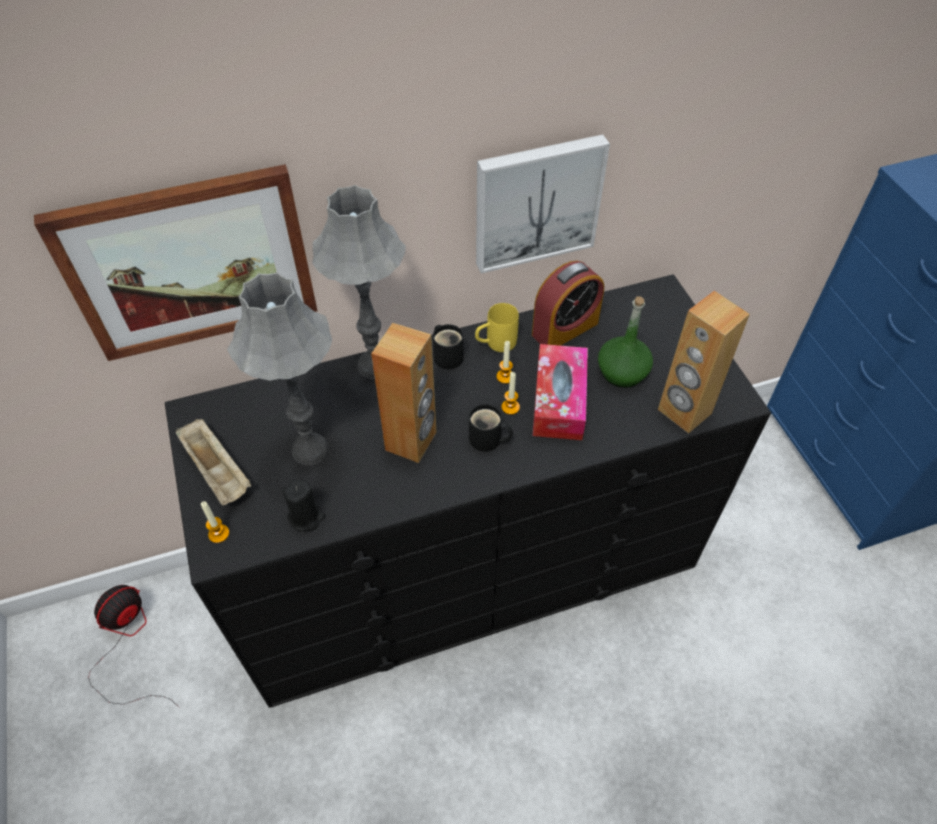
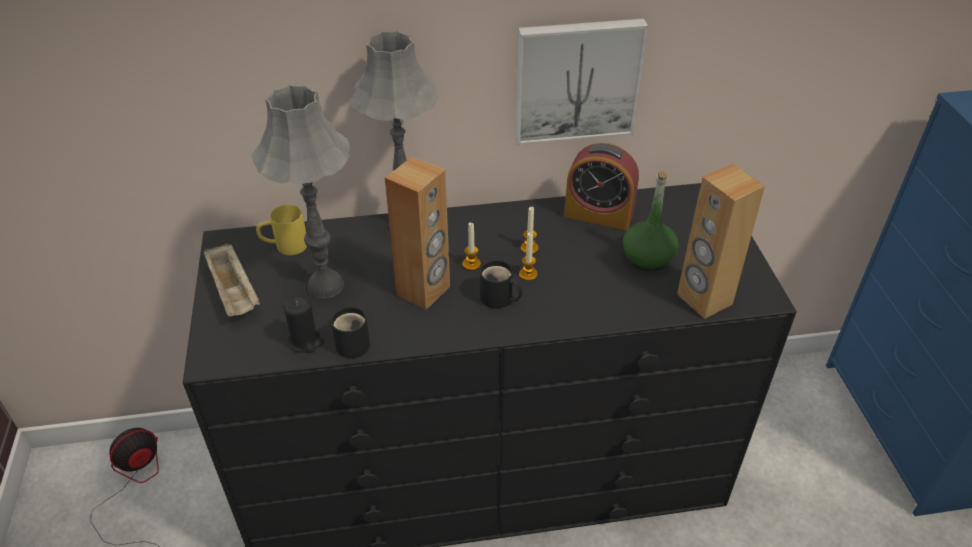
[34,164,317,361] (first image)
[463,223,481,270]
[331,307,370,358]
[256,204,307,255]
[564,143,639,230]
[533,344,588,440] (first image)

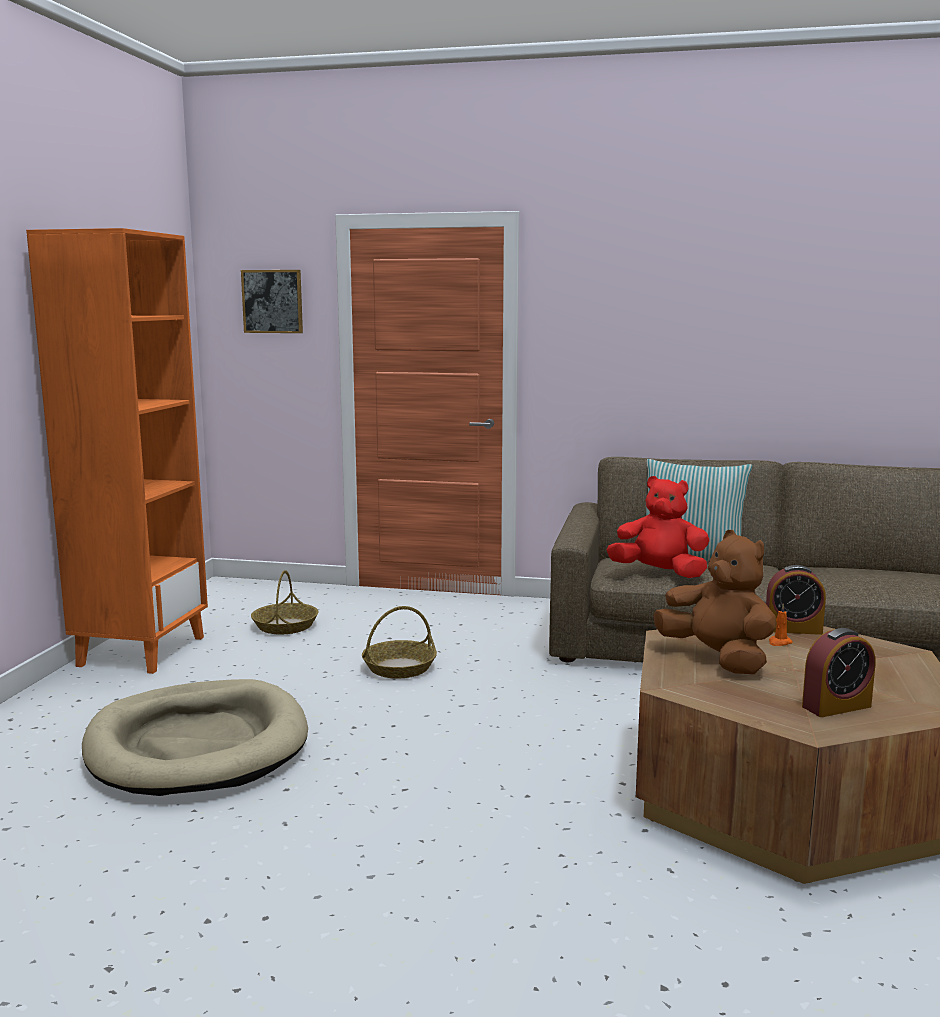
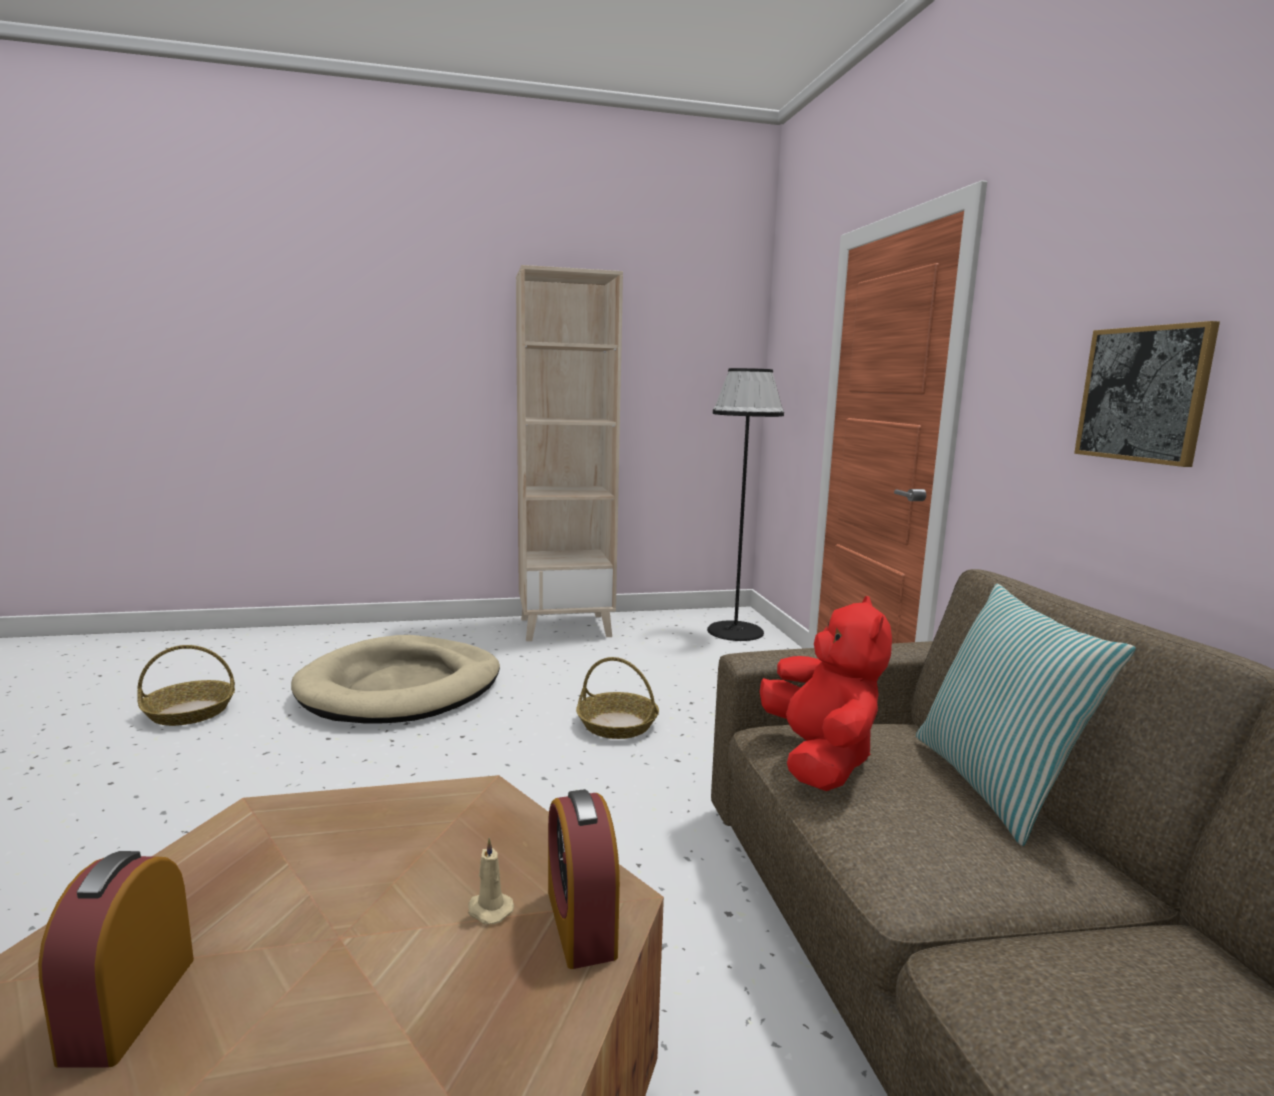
[516,265,623,641]
[1074,321,1220,467]
[137,645,235,726]
[653,530,776,674] (first image)
[468,838,514,924]
[38,851,194,1068]
[707,368,784,641]

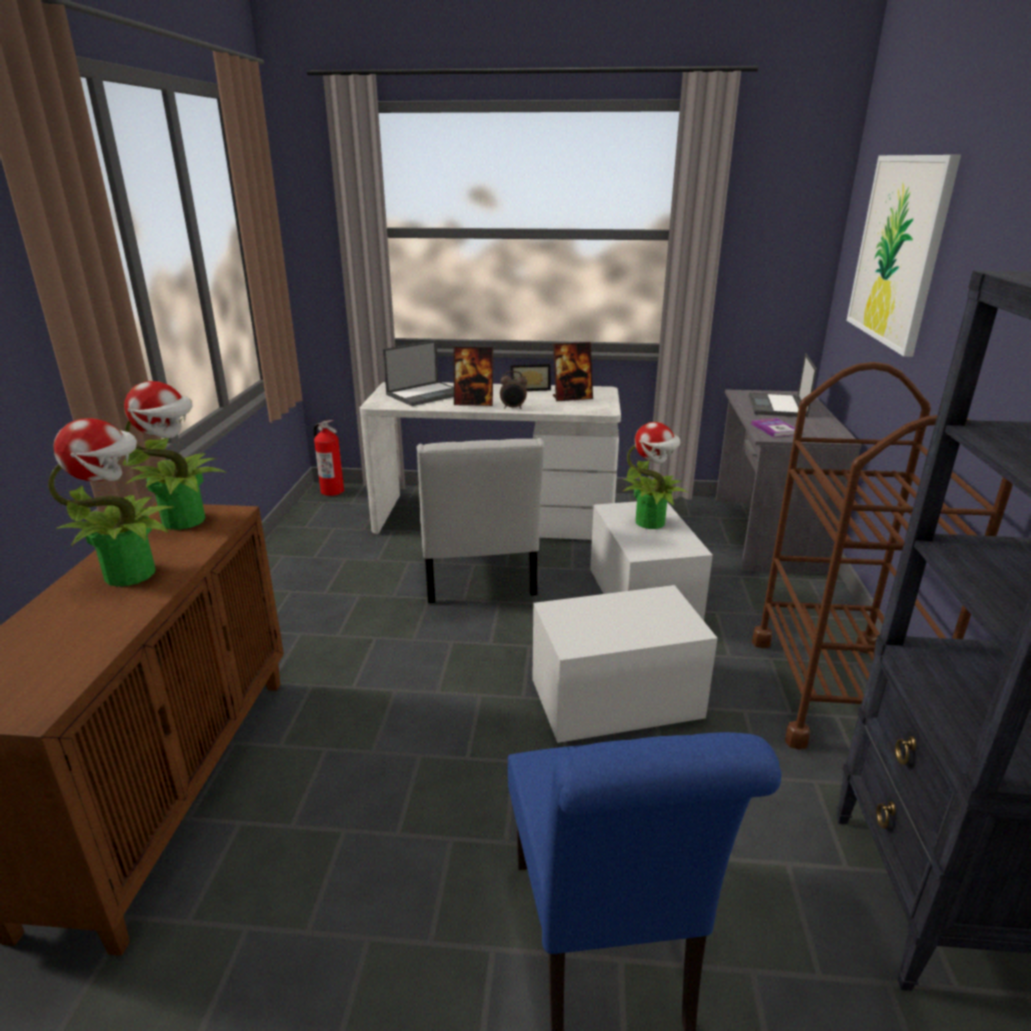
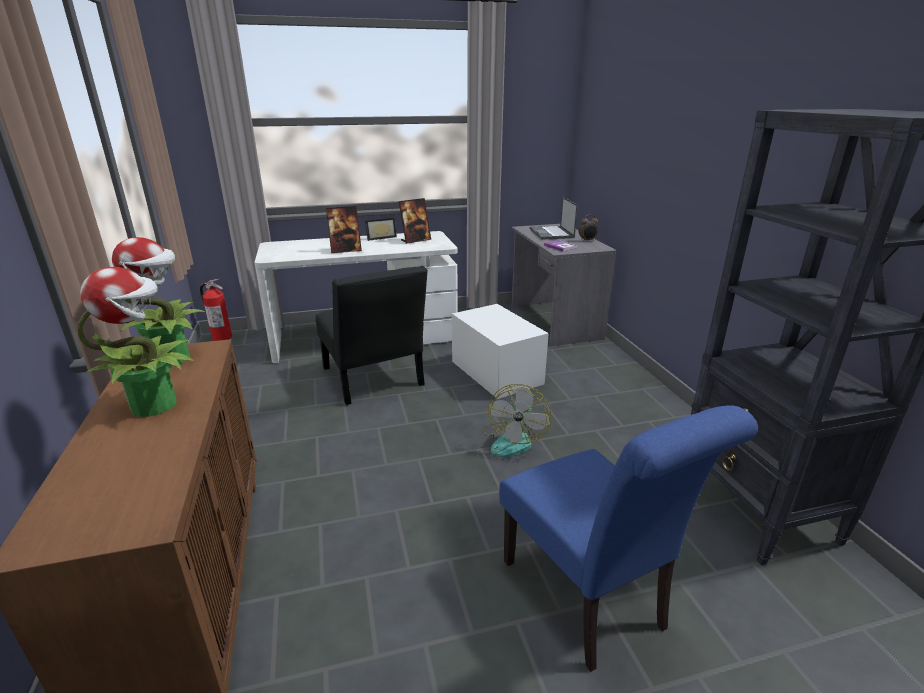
[383,340,454,406] (first image)
[315,266,428,405]
[578,215,598,242]
[482,384,552,457]
[622,422,689,529] (first image)
[752,362,1013,750] (first image)
[847,155,961,357] (first image)

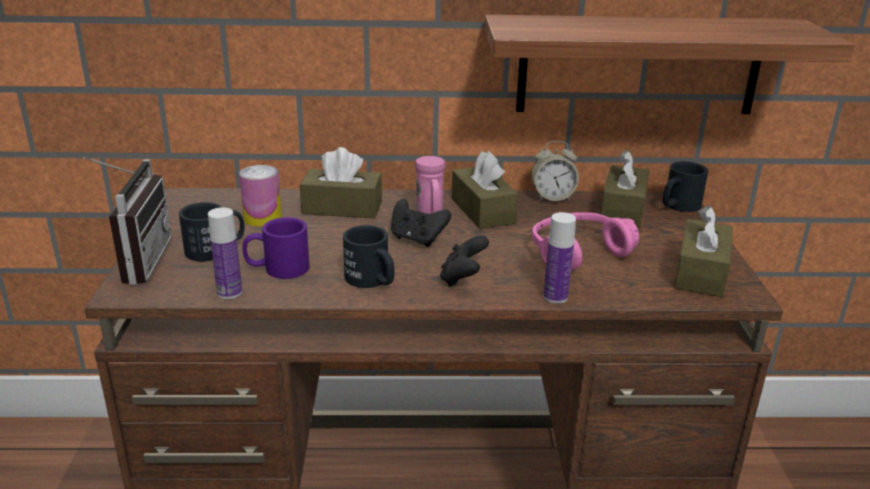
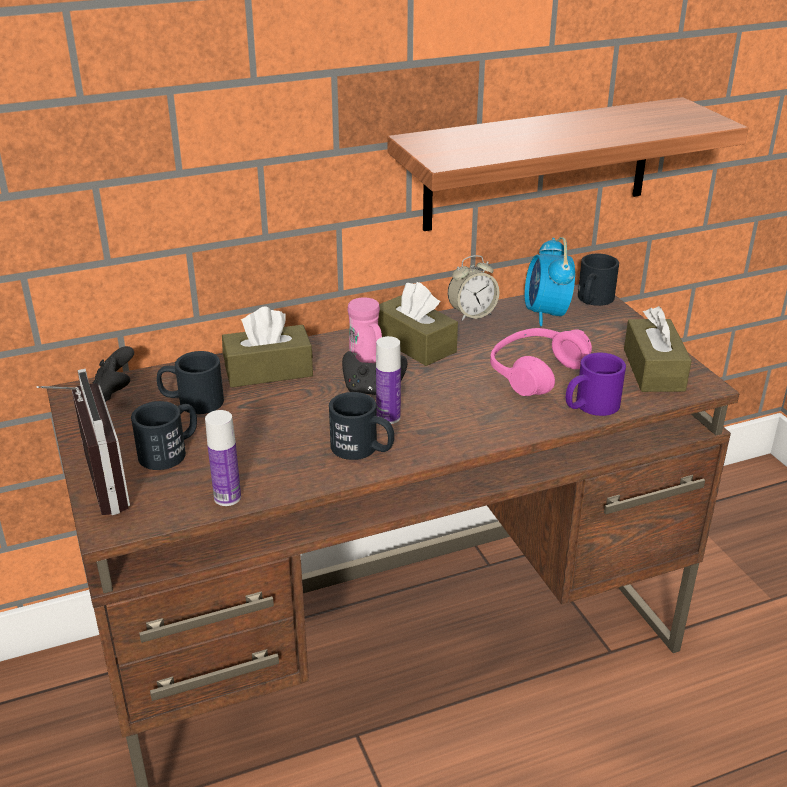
[157,351,224,414]
[566,352,626,416]
[92,346,134,402]
[376,336,401,424]
[524,237,575,326]

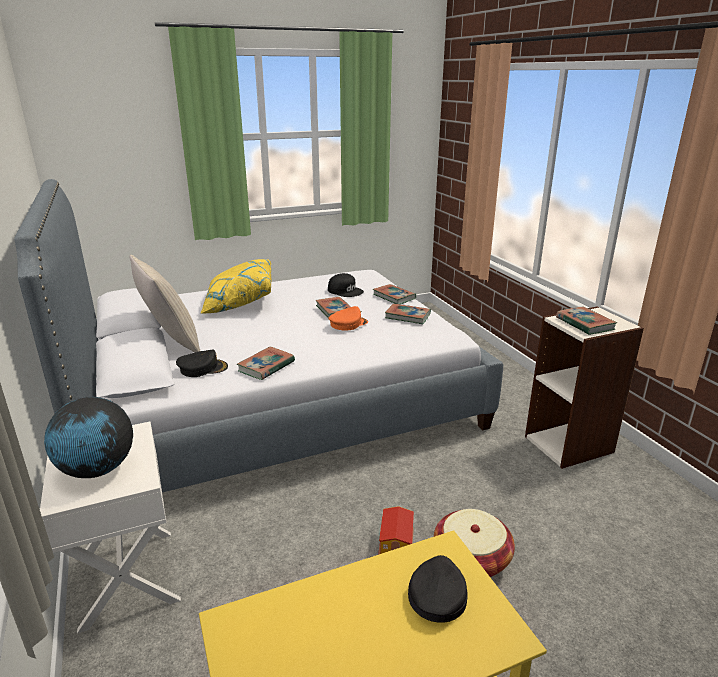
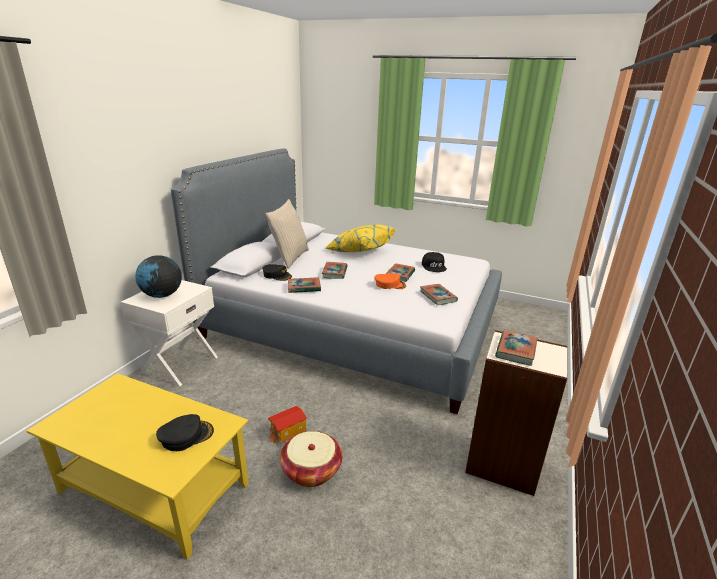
[322,262,348,279]

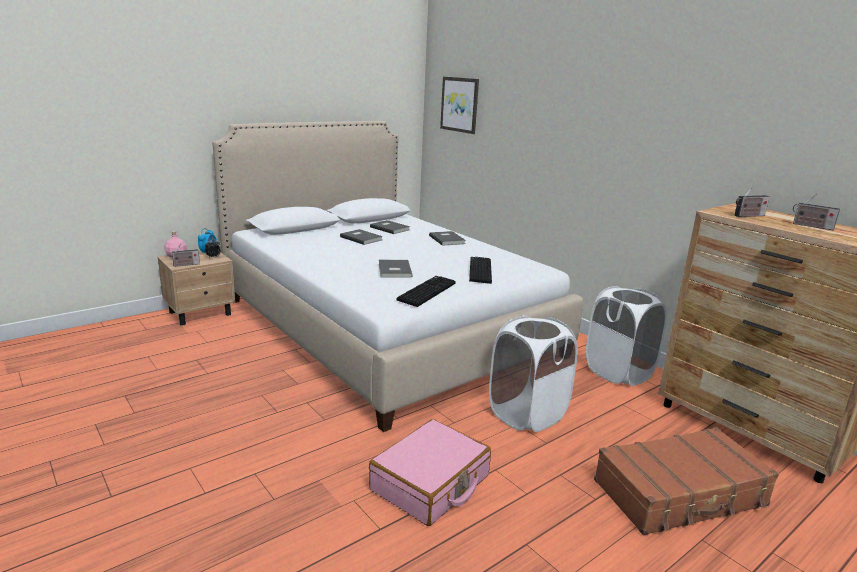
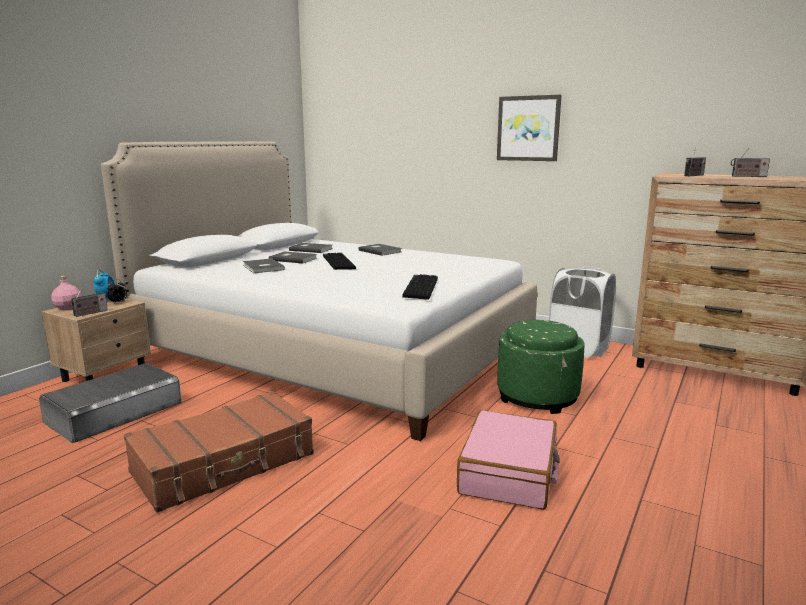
[243,258,285,273]
[497,95,562,161]
[323,253,356,270]
[498,320,585,414]
[124,391,314,513]
[39,363,182,443]

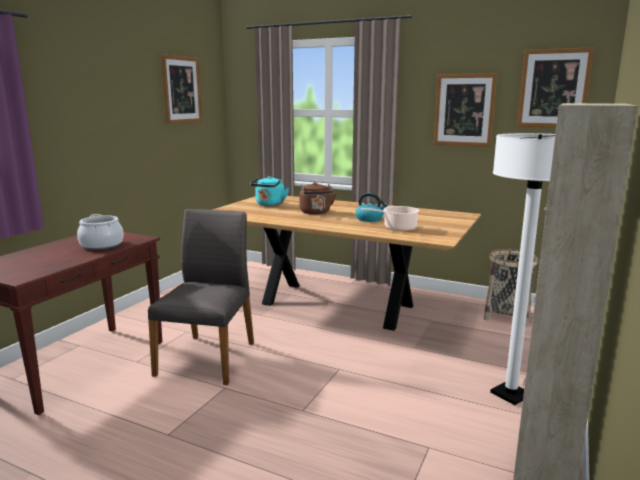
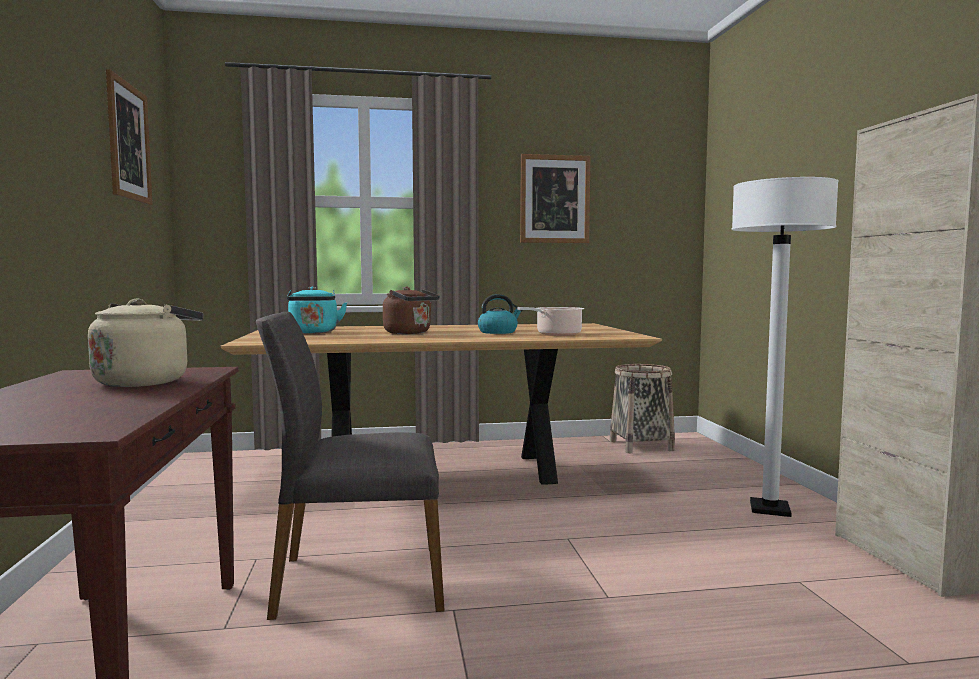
[88,298,203,387]
[256,312,445,620]
[517,47,594,128] (first image)

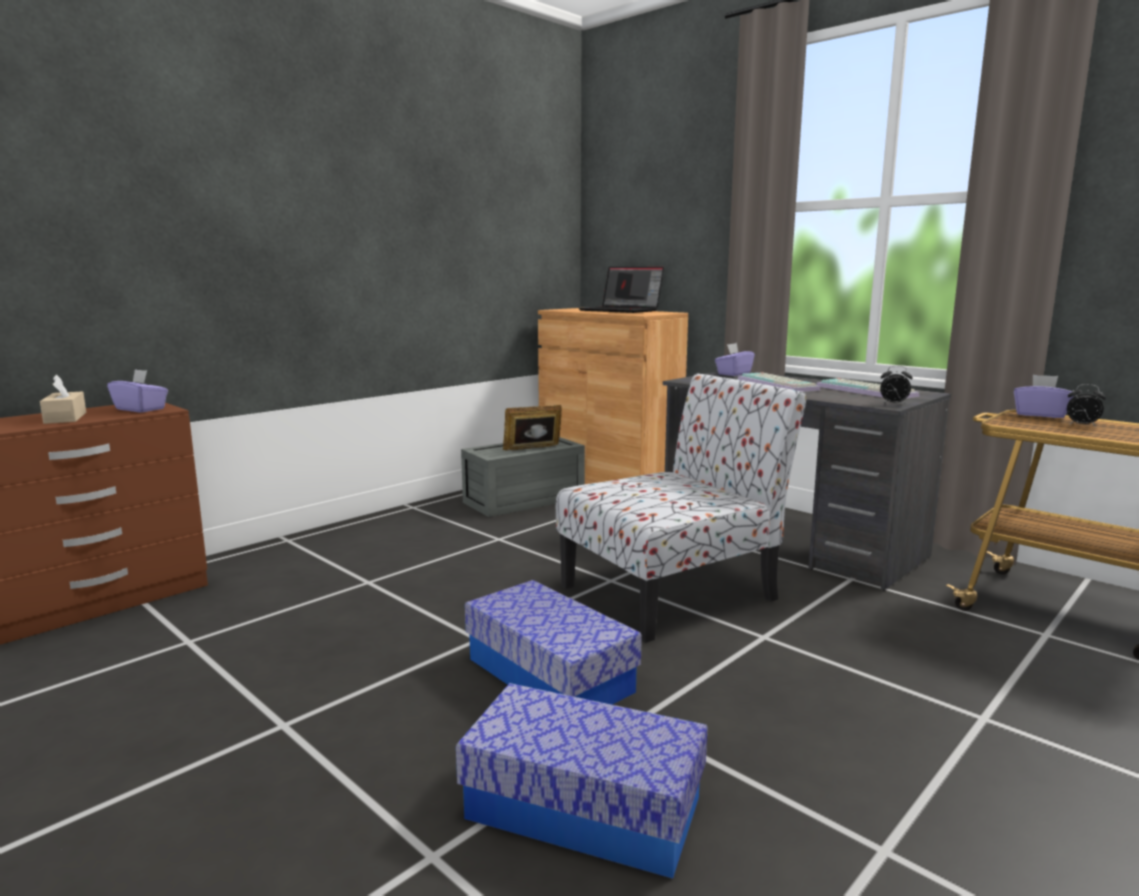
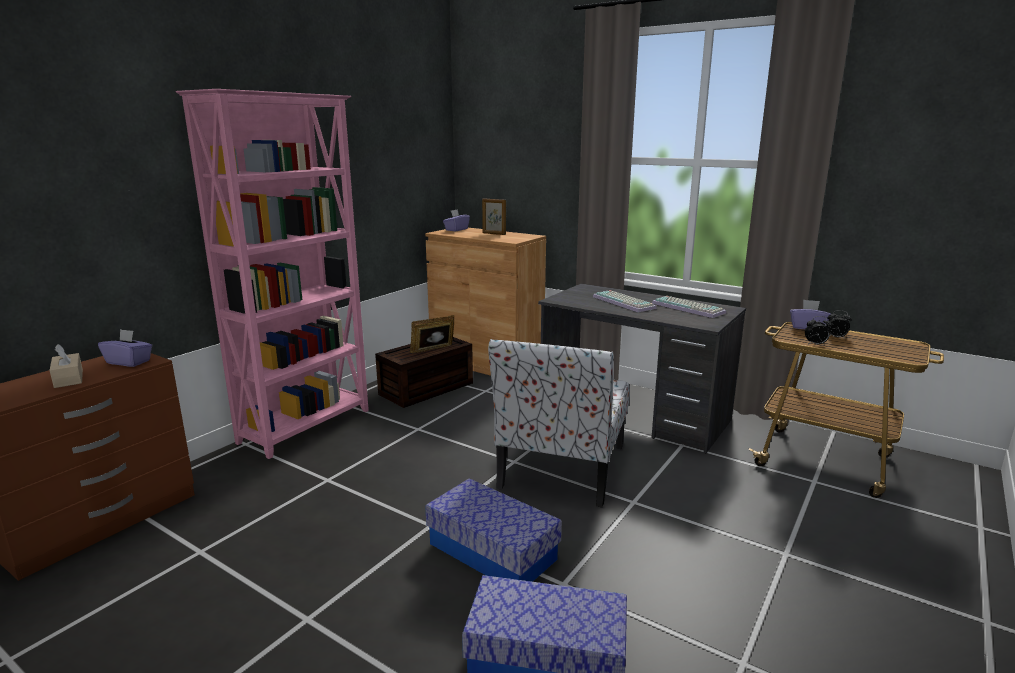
[375,337,473,408]
[488,339,630,507]
[482,198,506,235]
[443,209,470,231]
[805,316,831,344]
[176,89,369,459]

